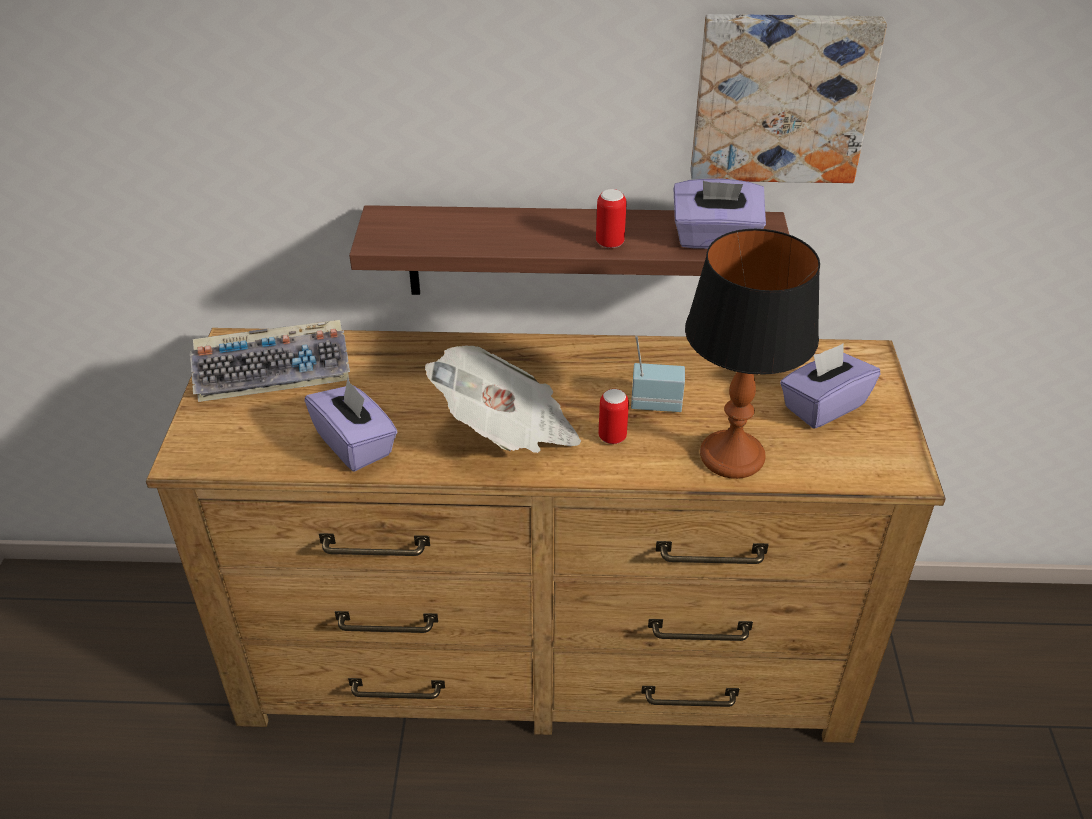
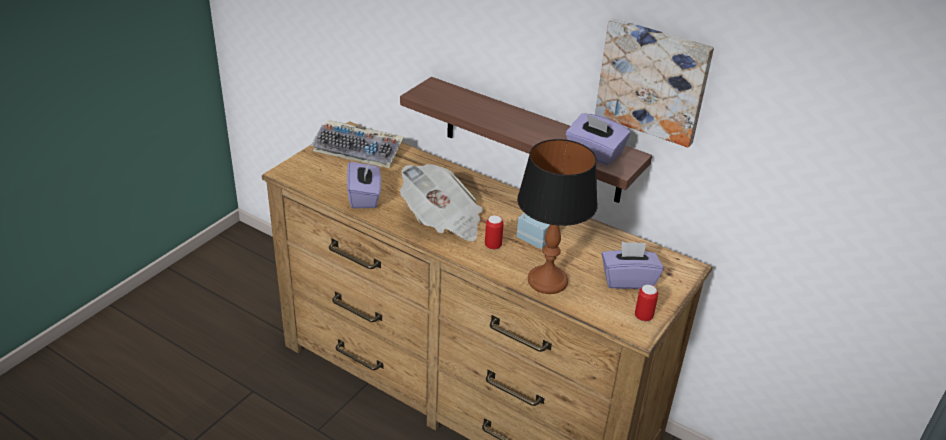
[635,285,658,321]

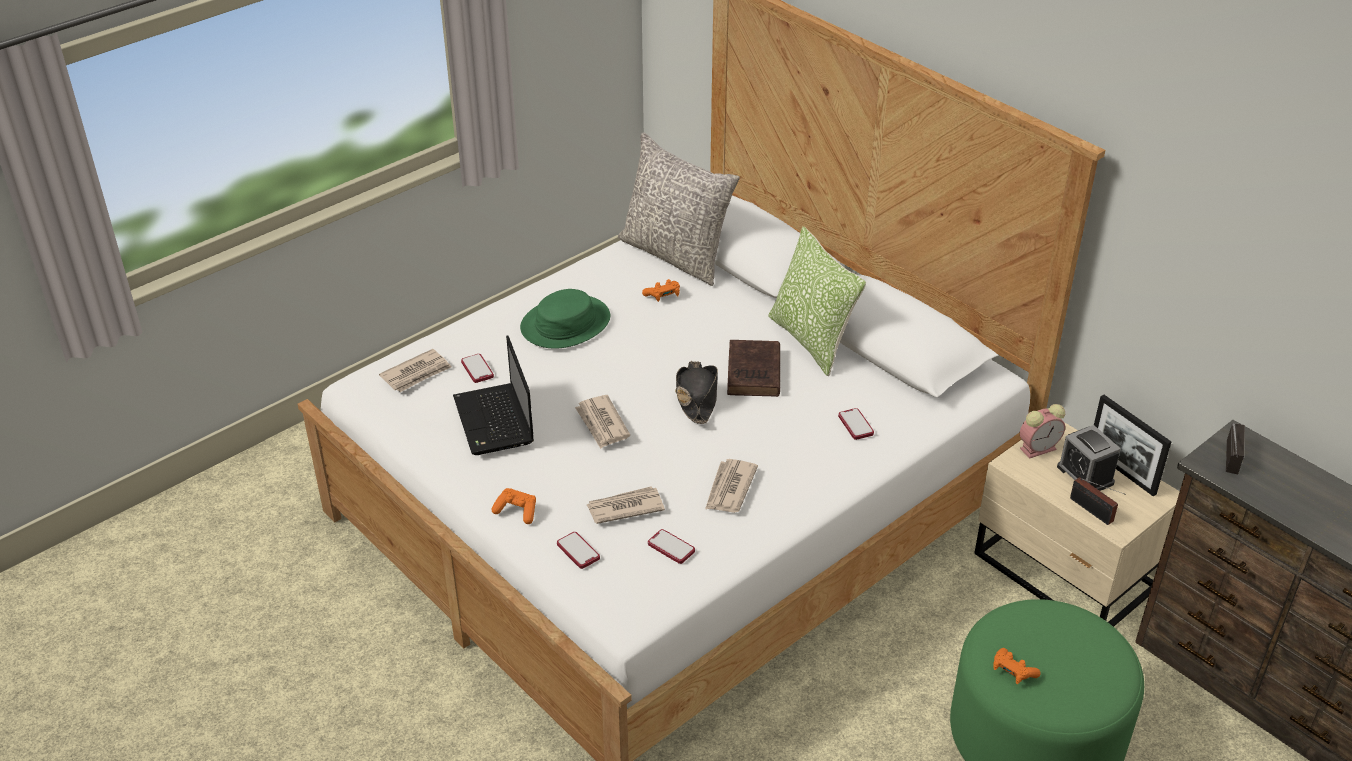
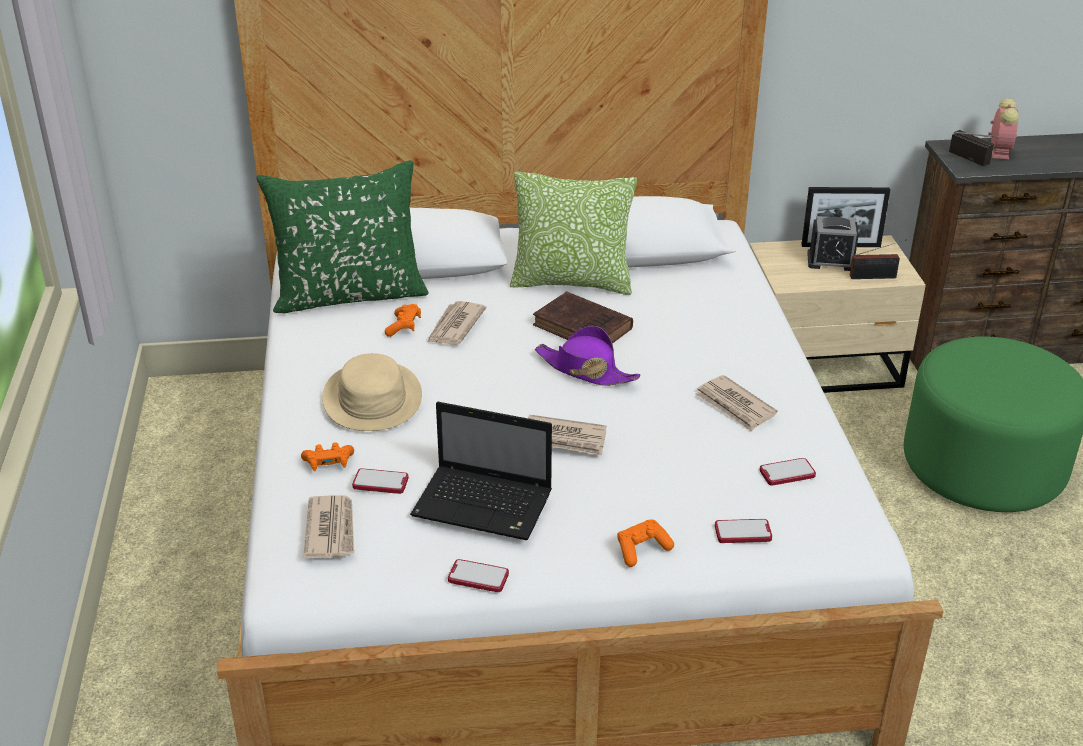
[322,353,422,431]
[427,301,486,345]
[256,160,429,313]
[535,326,641,386]
[448,559,509,592]
[301,442,354,472]
[988,98,1019,159]

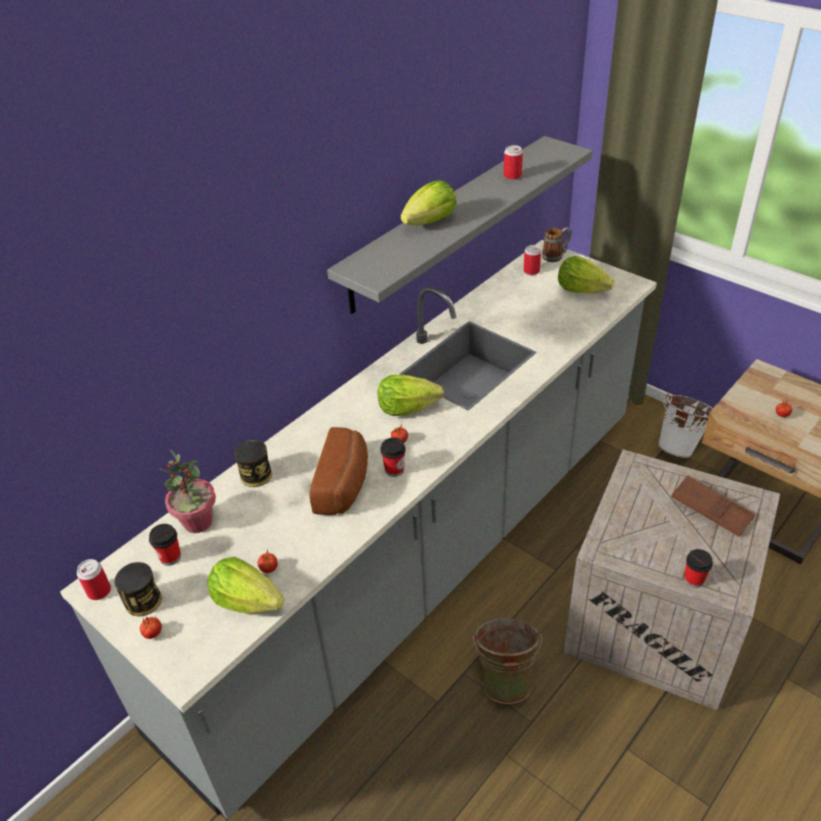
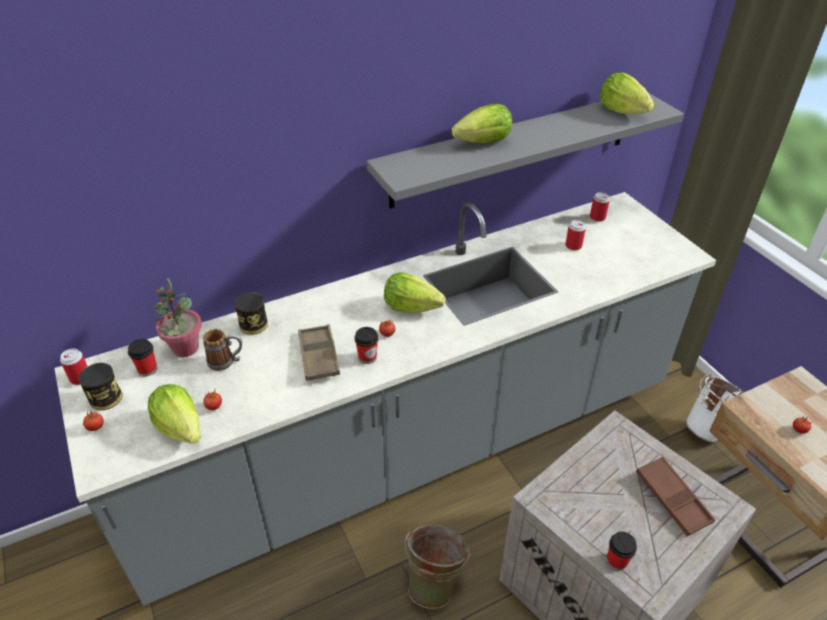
[298,324,340,381]
[565,220,586,250]
[203,329,242,371]
[600,72,654,114]

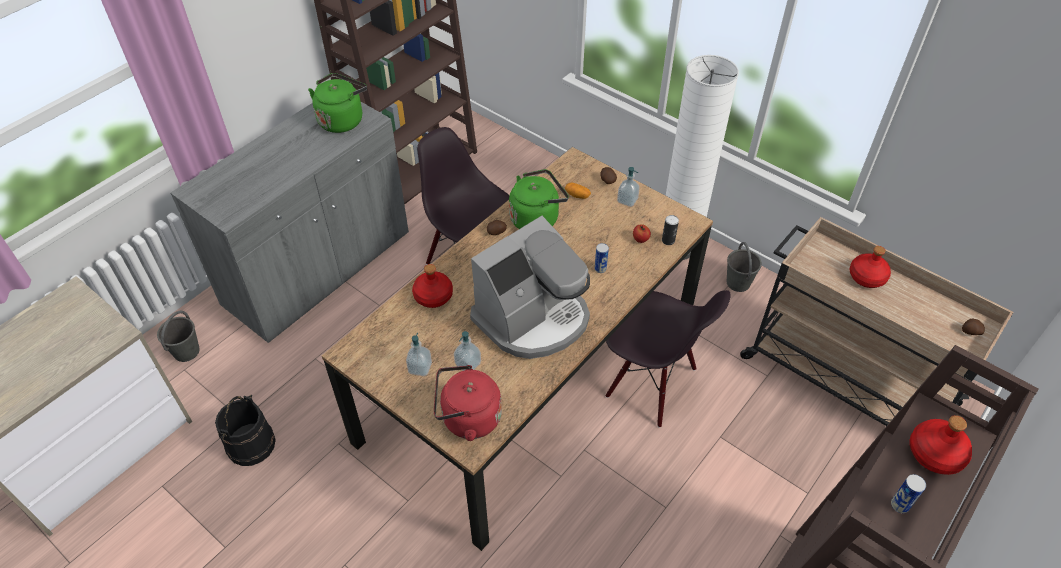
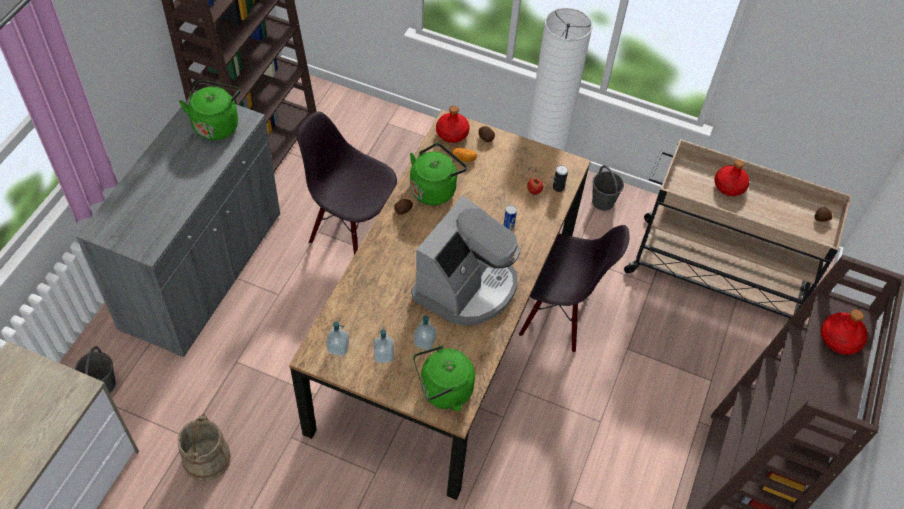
[177,413,231,481]
[436,106,470,143]
[413,346,475,411]
[326,322,349,356]
[891,474,926,513] (first image)

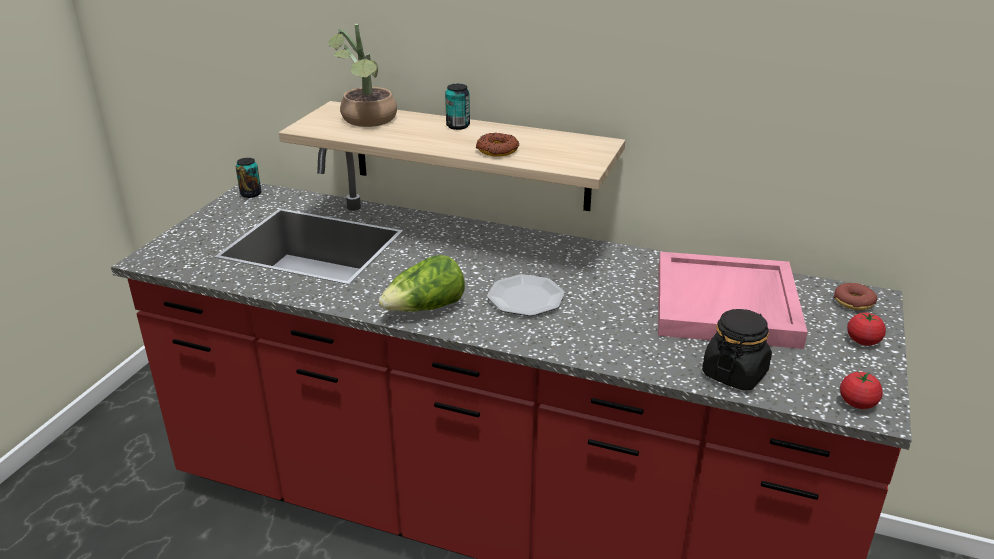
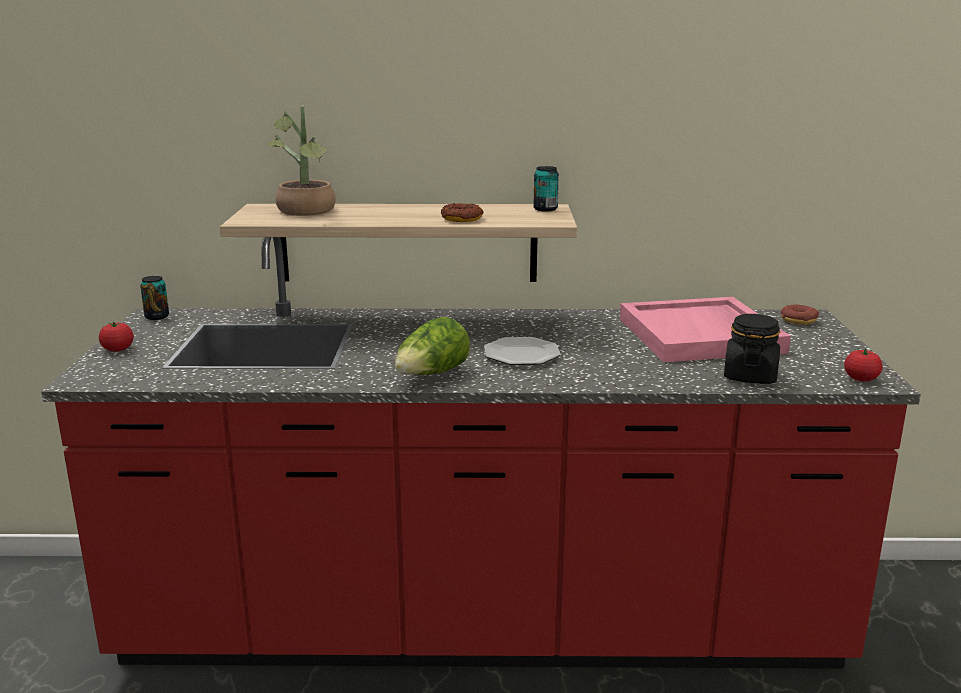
[534,166,559,212]
[99,322,134,351]

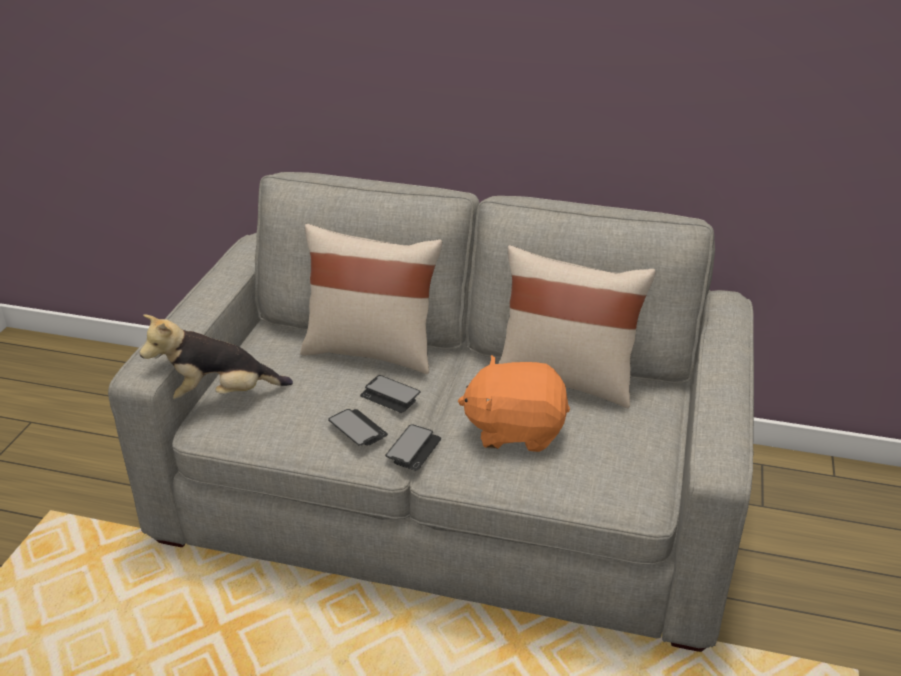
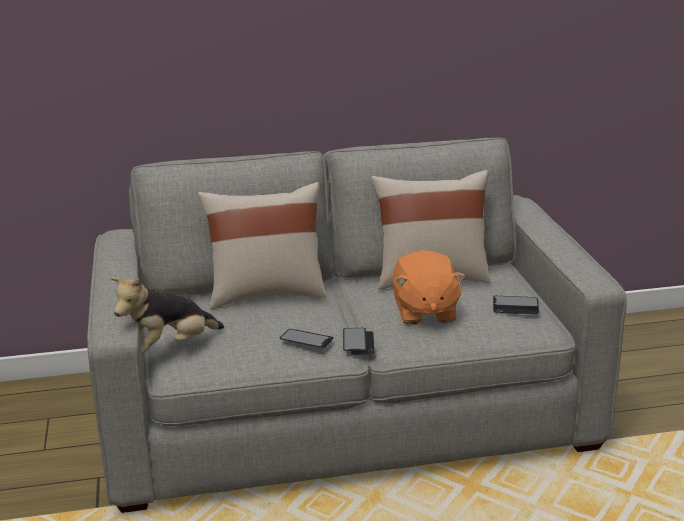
[493,296,539,314]
[393,250,465,325]

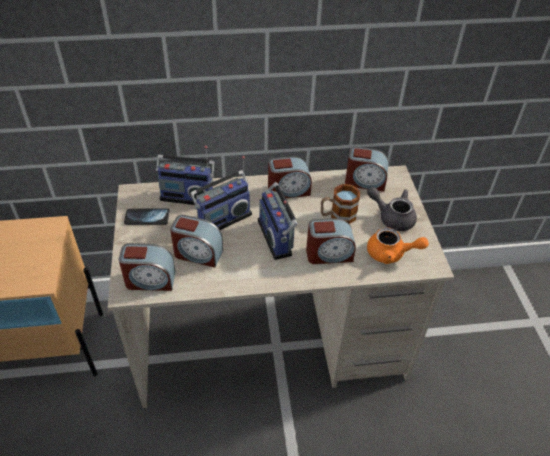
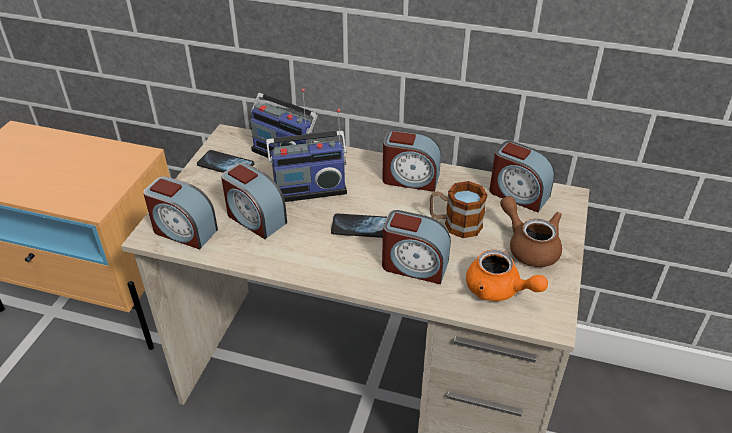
[331,213,387,238]
[500,196,562,267]

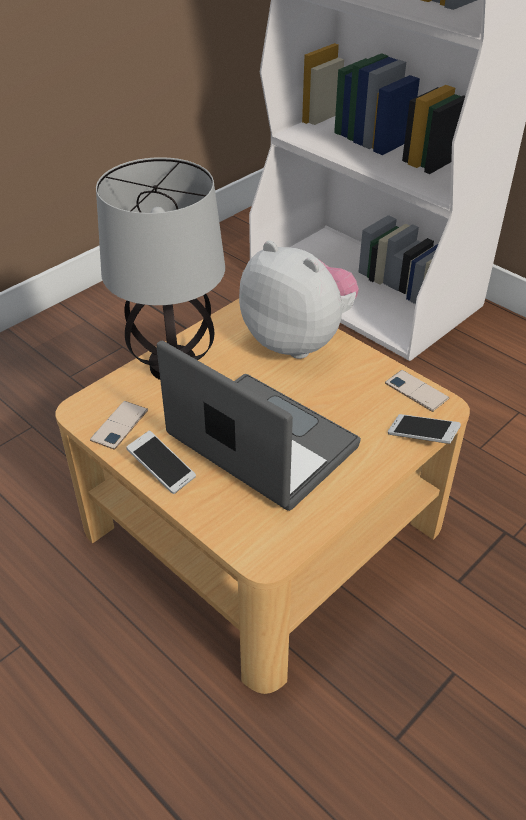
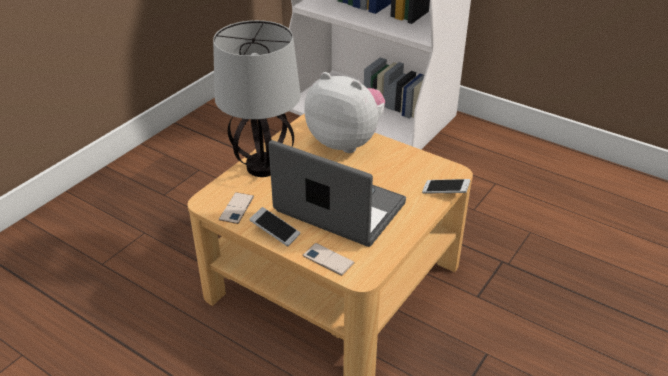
[303,243,354,276]

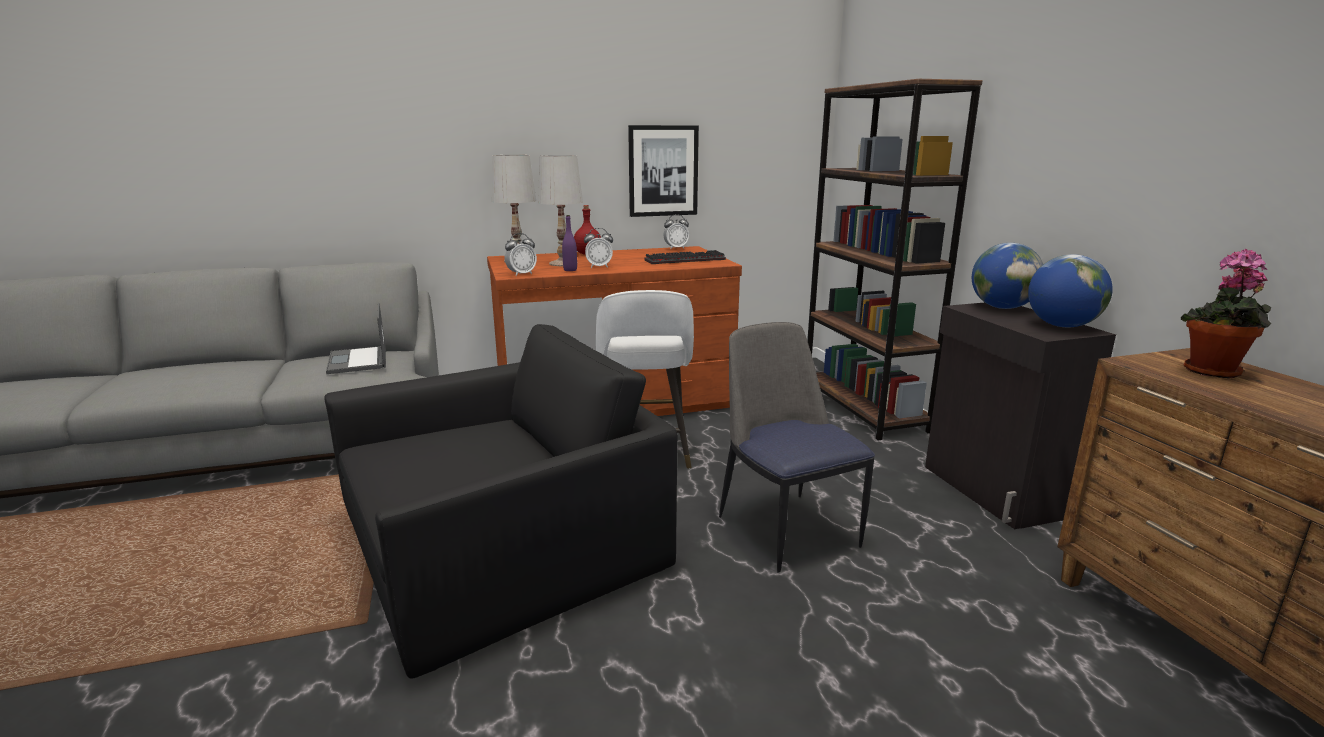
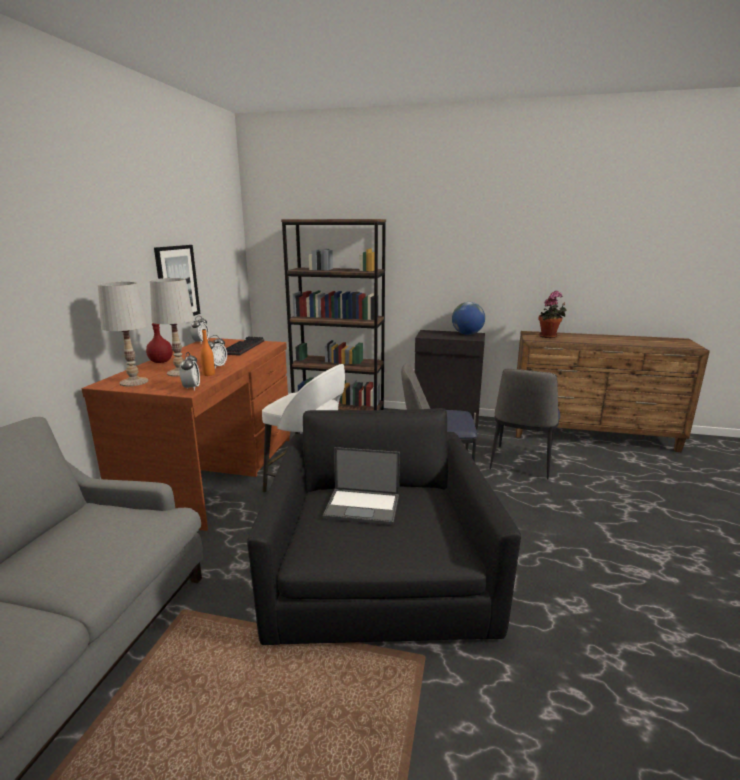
[323,447,400,525]
[200,329,215,376]
[972,243,1043,309] (first image)
[490,369,560,480]

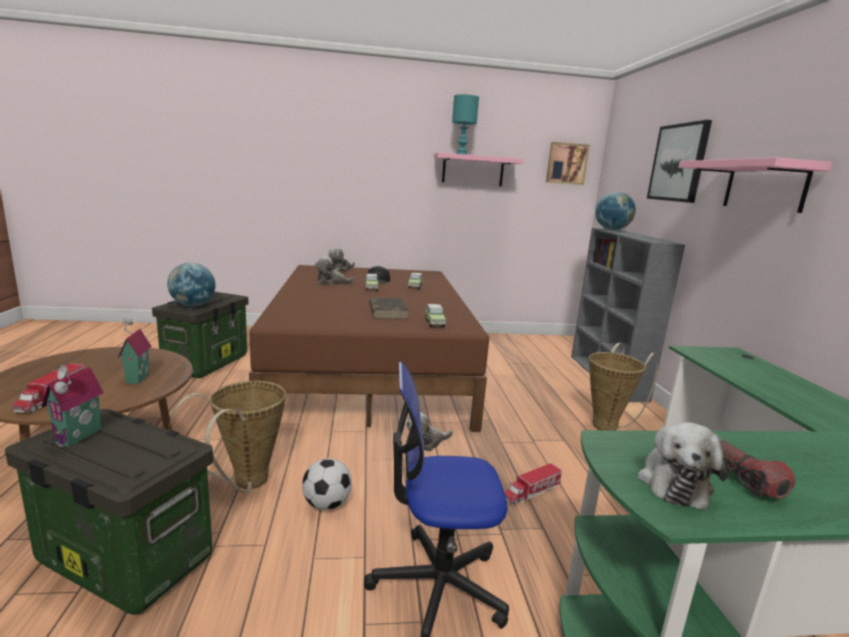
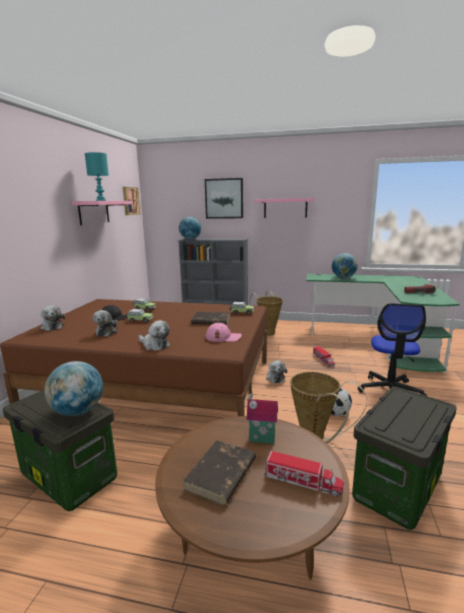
[41,365,104,447] (first image)
[139,320,170,351]
[183,440,256,506]
[206,323,242,342]
[332,253,358,278]

